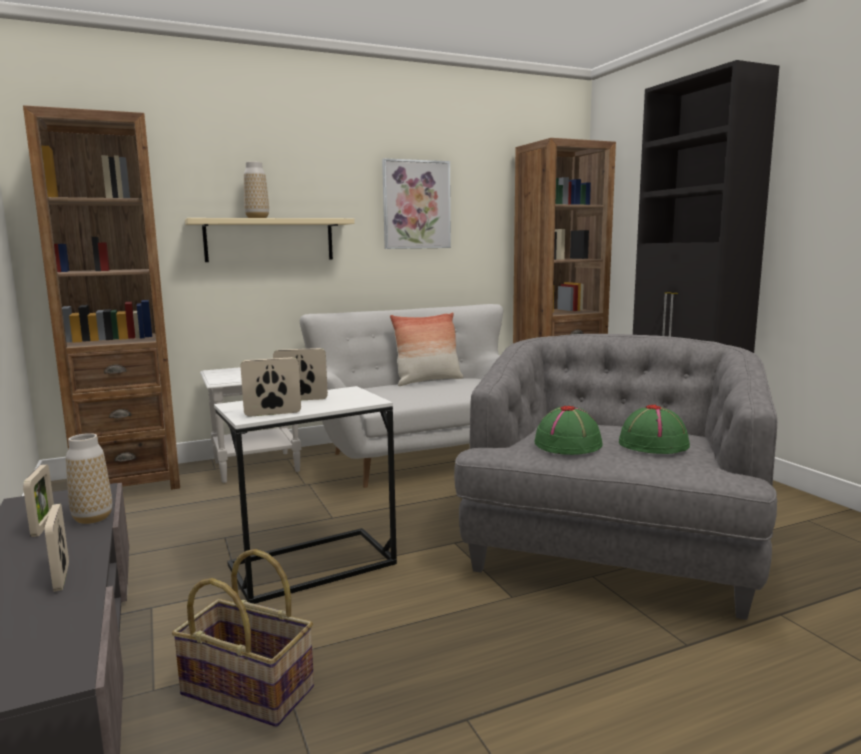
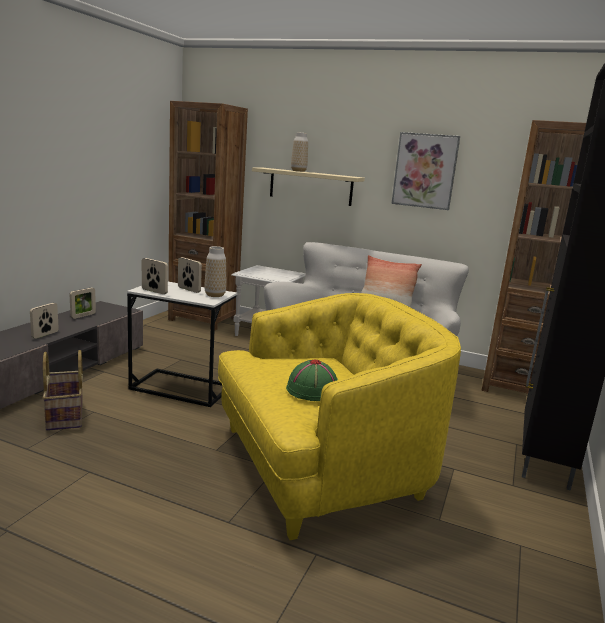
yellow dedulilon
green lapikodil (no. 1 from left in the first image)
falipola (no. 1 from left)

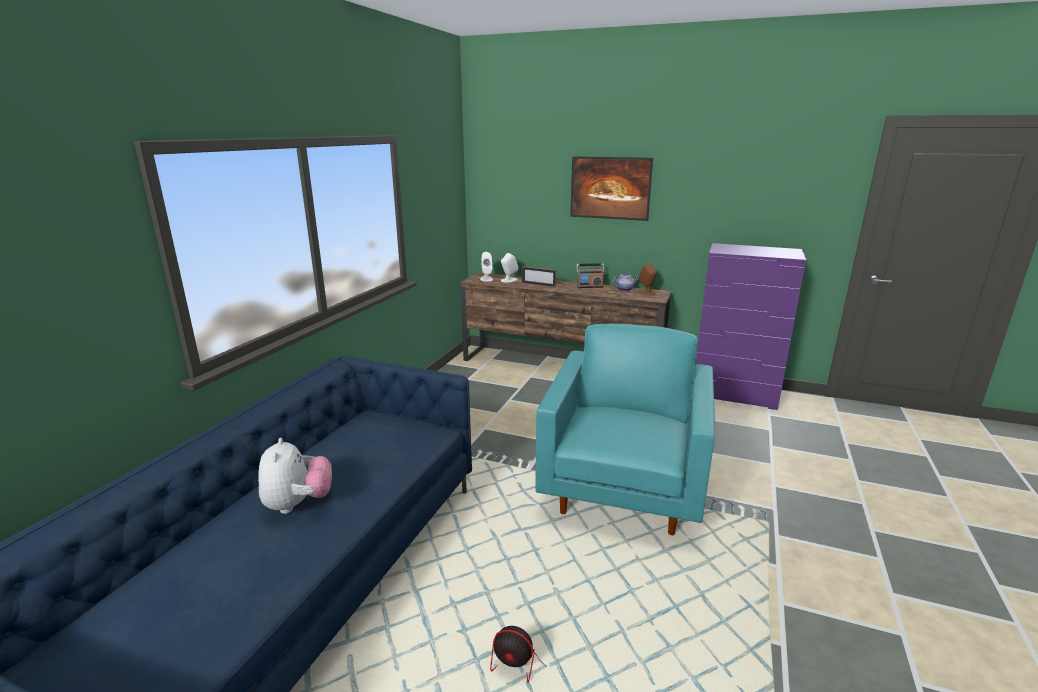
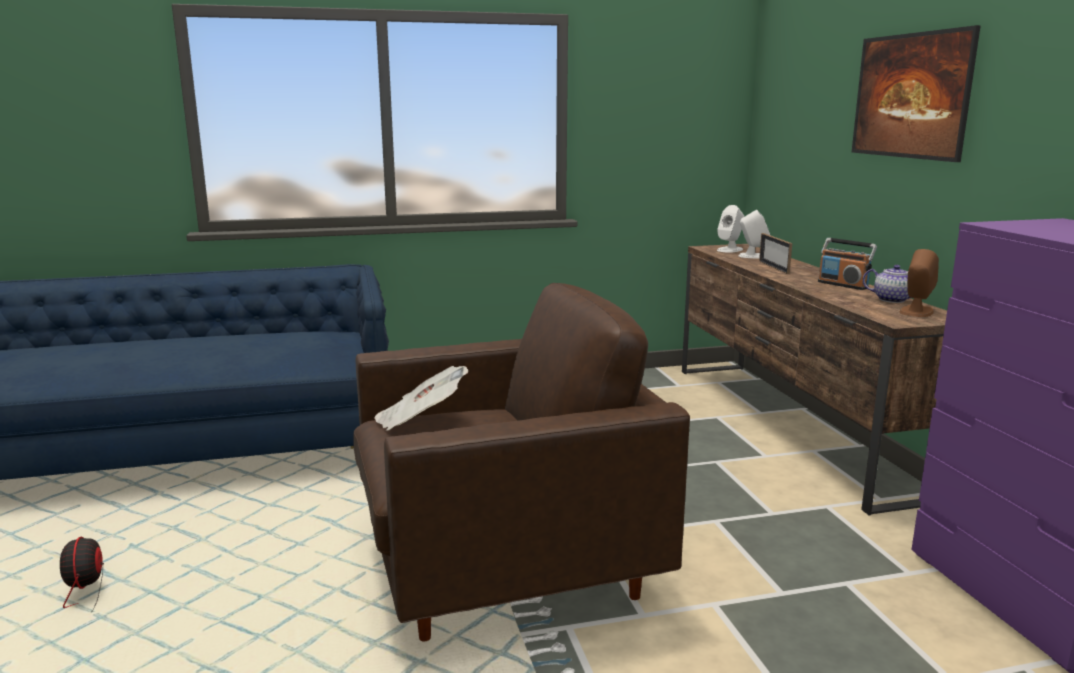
brown dedulilon
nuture
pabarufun

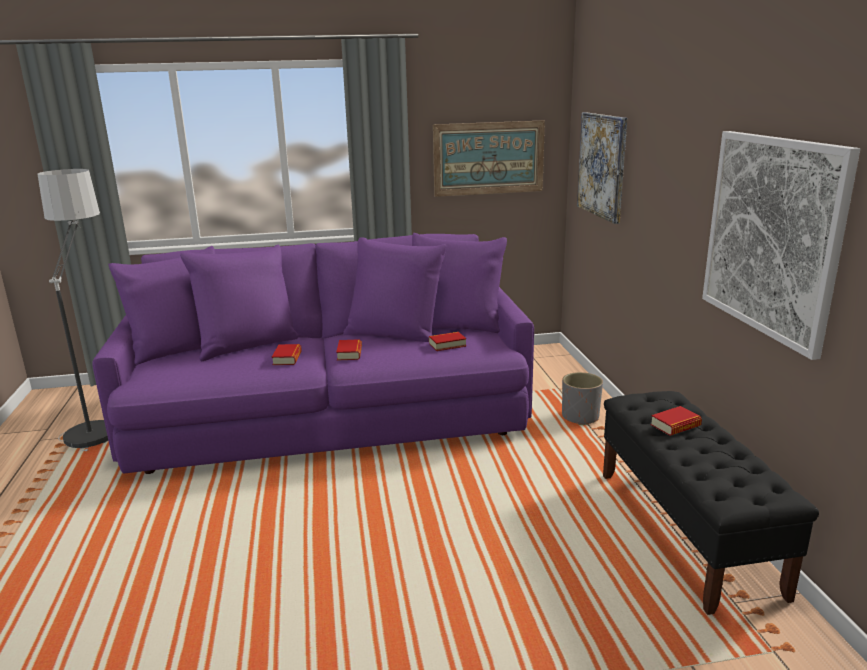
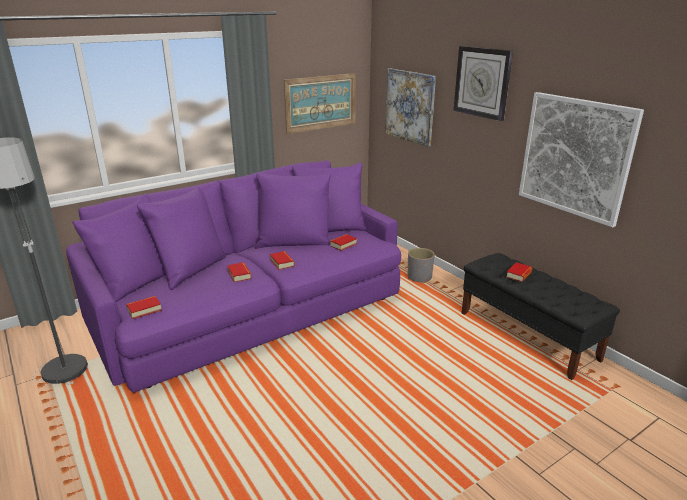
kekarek
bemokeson (no. 1 from left)

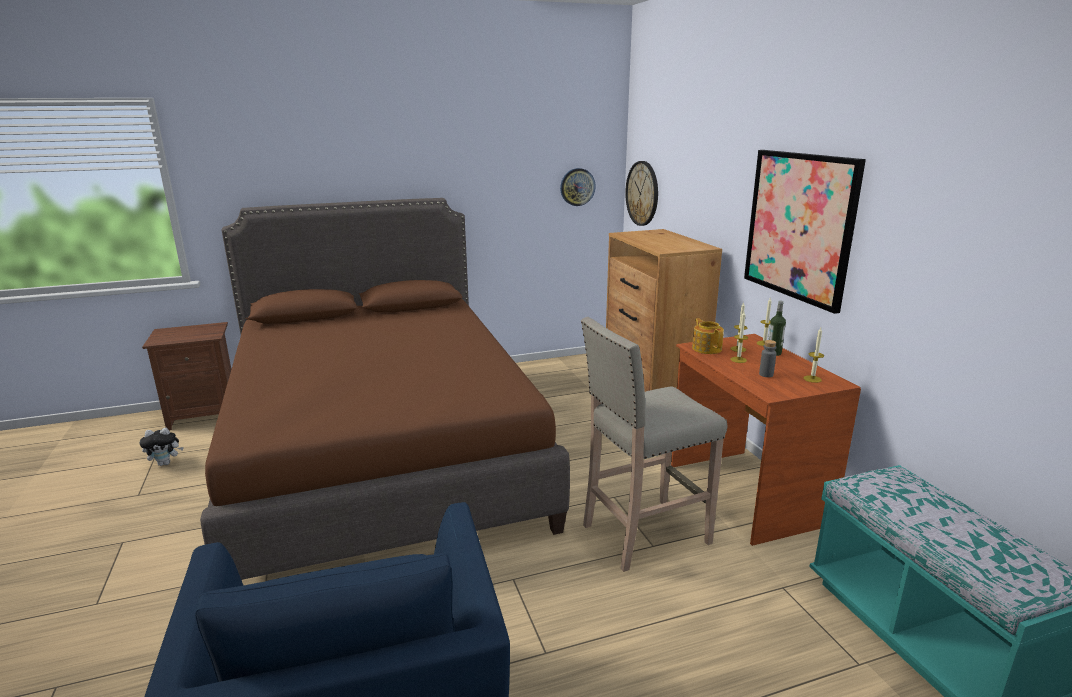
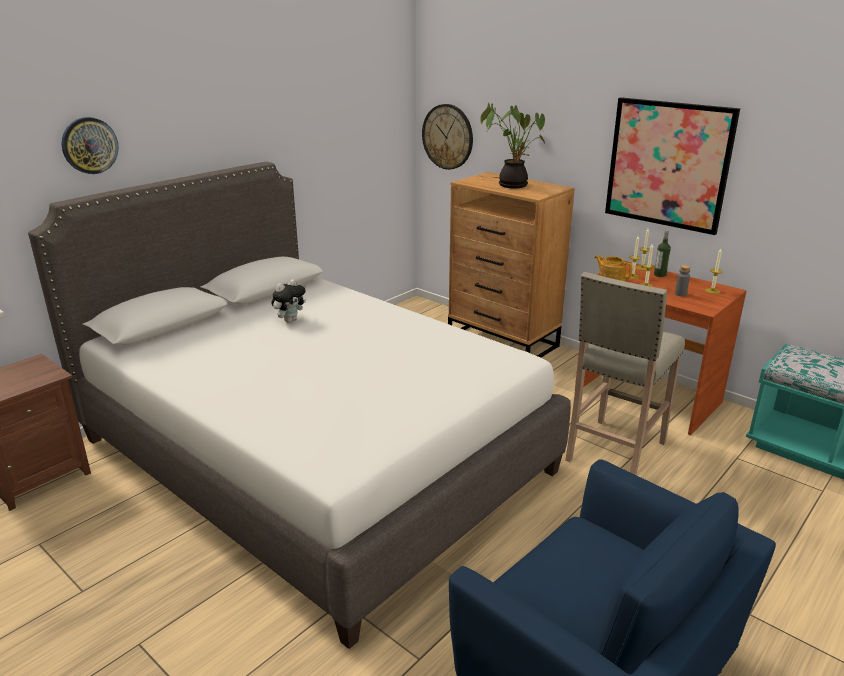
kekarek (no. 1 from left)
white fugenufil
nuture
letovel

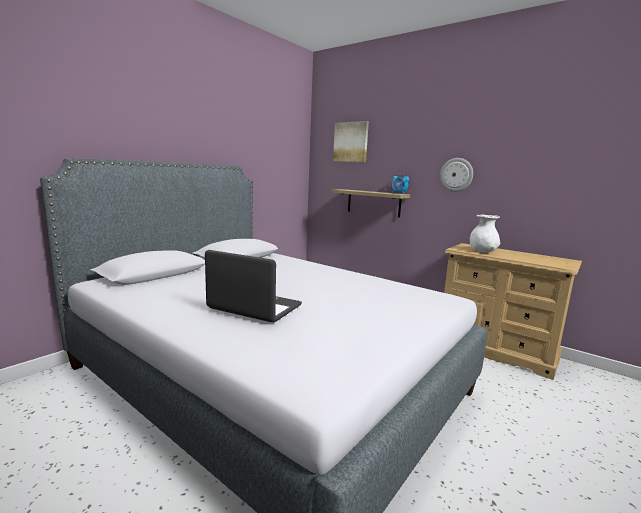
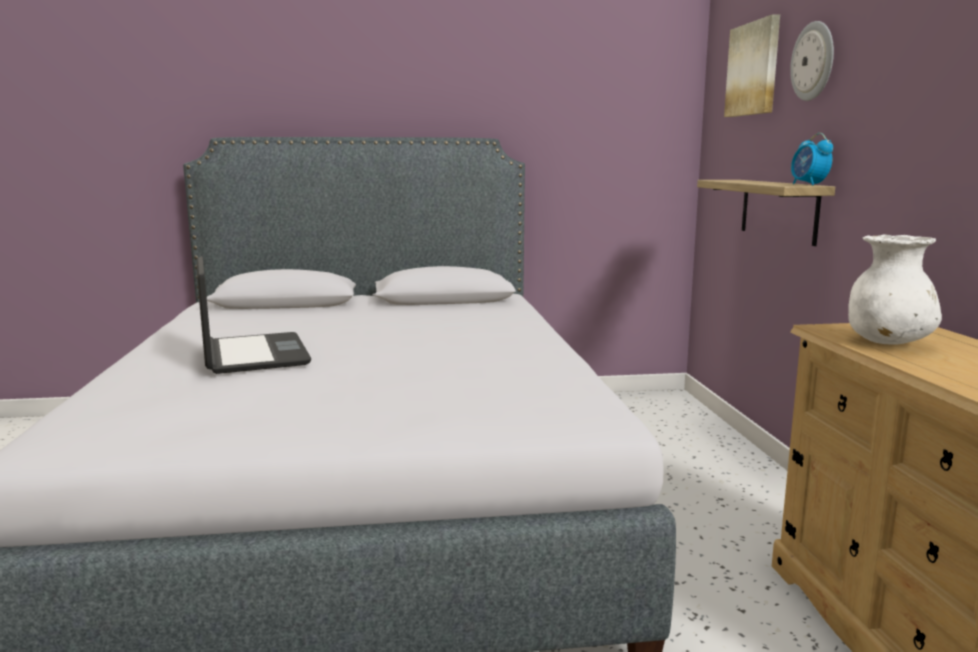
kekarek

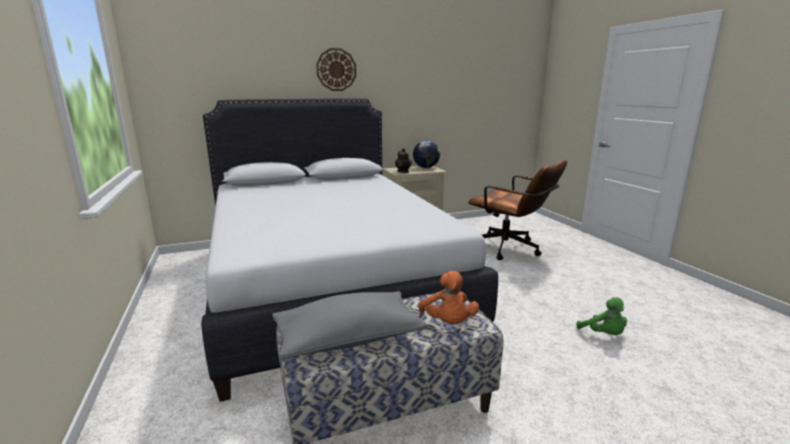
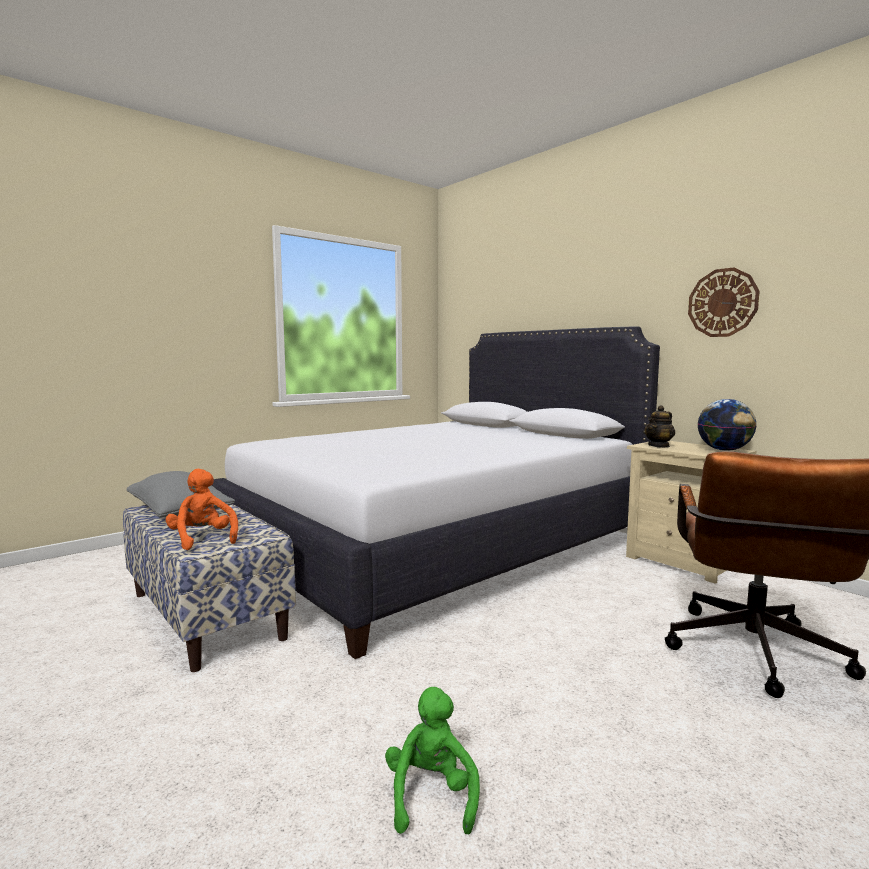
kekarek
orange nuture
green nuture

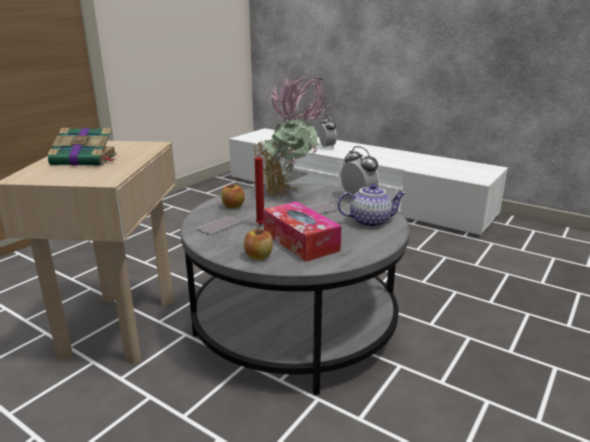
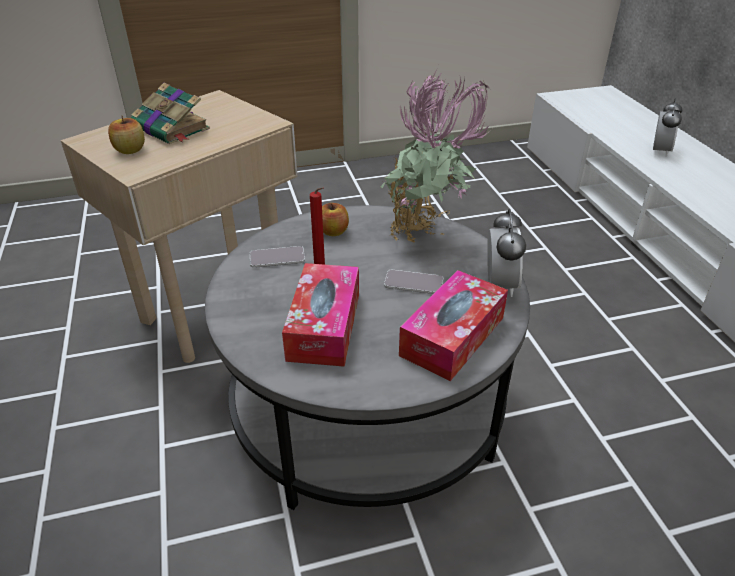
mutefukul (no. 2 from left)
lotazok (no. 1 from left)

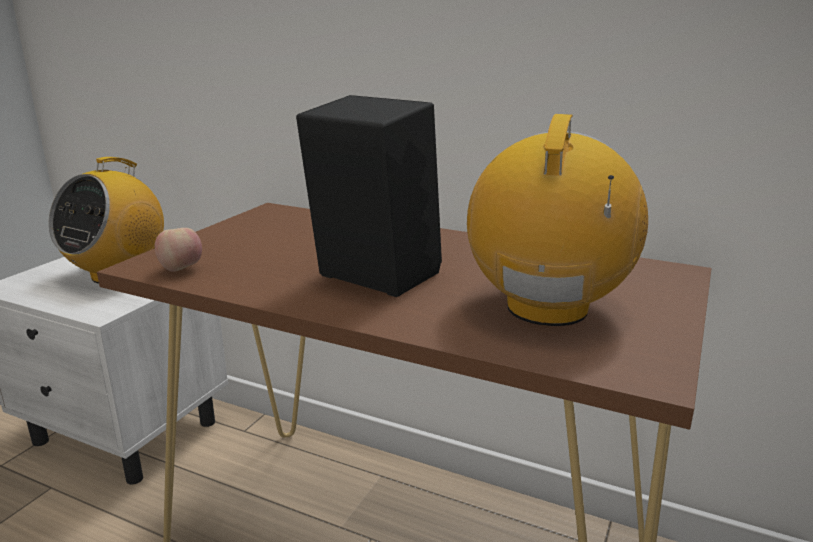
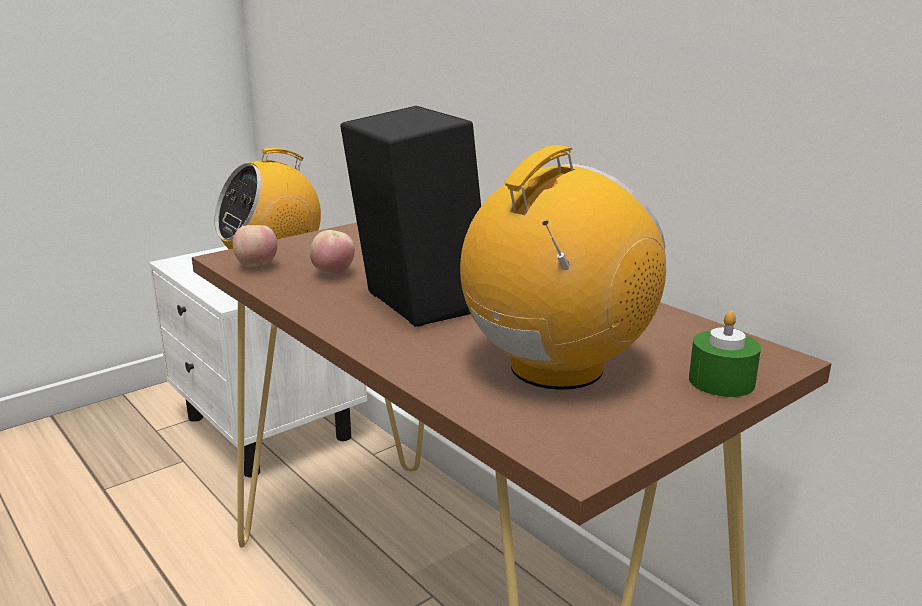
lotazok (no. 2 from left)
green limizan

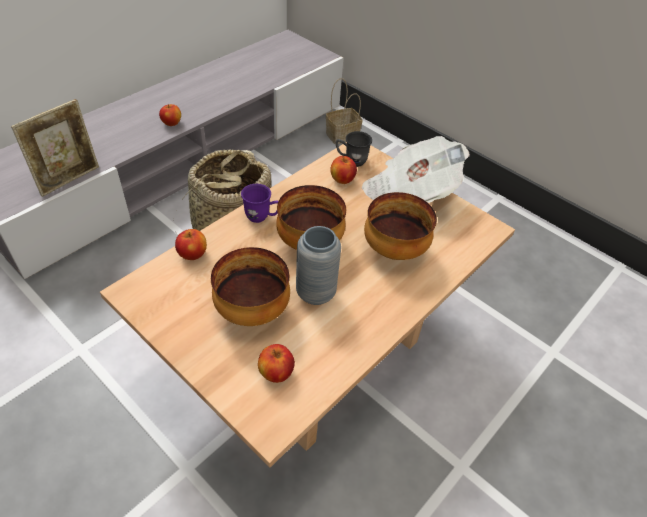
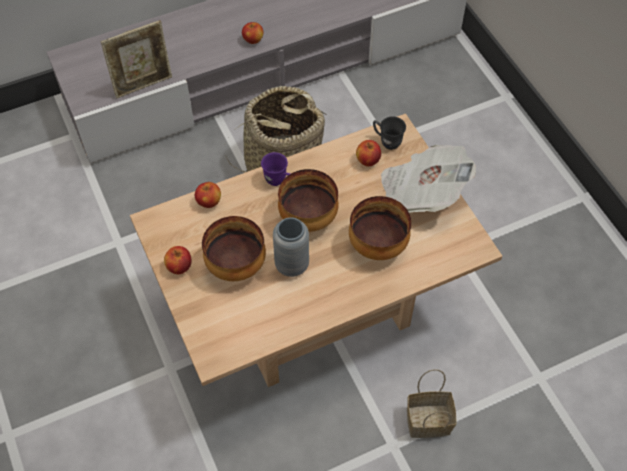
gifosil (no. 2 from left)
lotazok (no. 1 from left)

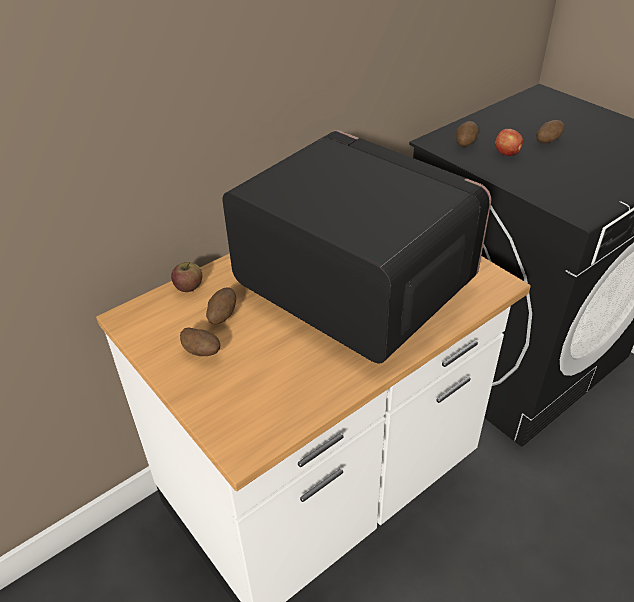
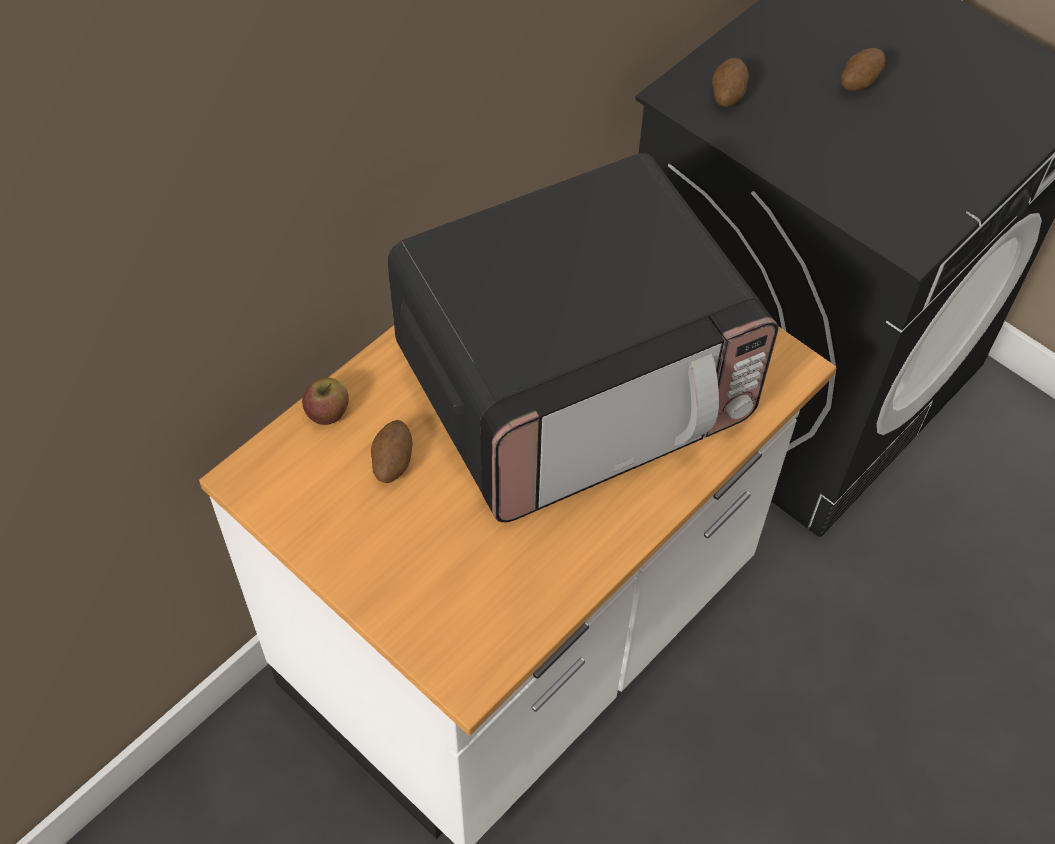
lotazok (no. 2 from left in the first image)
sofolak
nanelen (no. 1 from left in the first image)

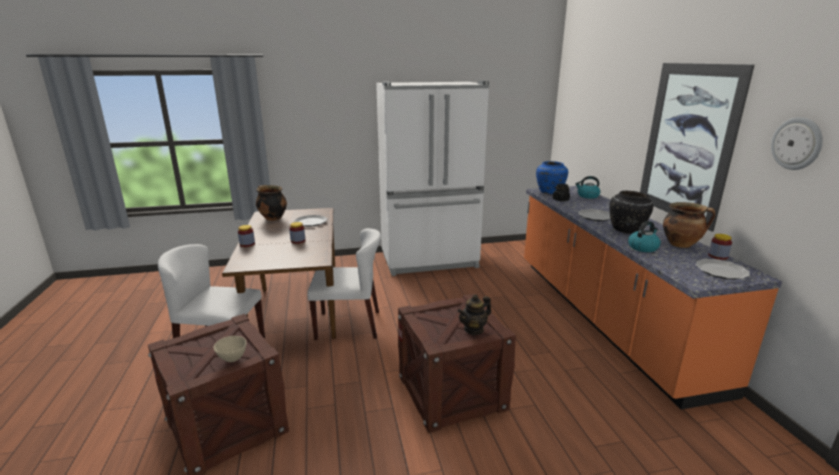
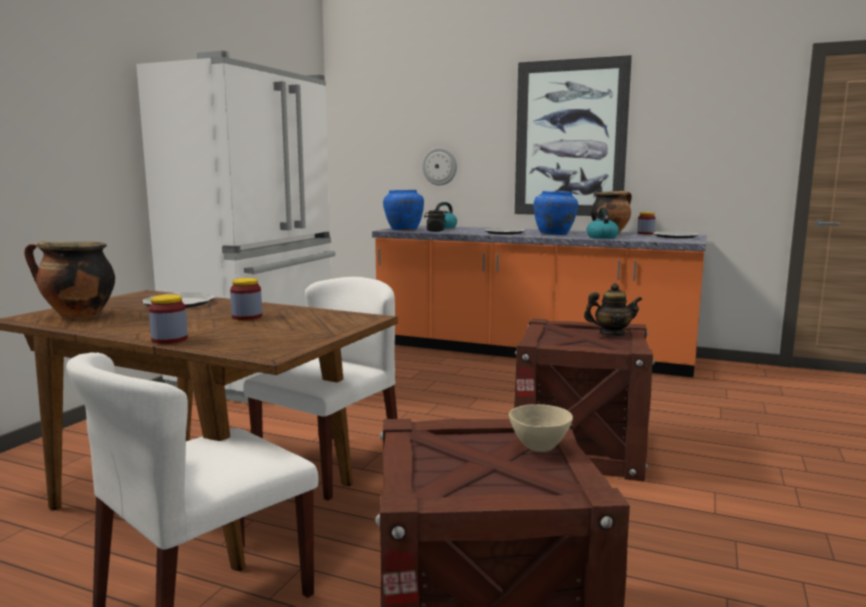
kekarek
blue falipola (no. 2 from left)
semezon

